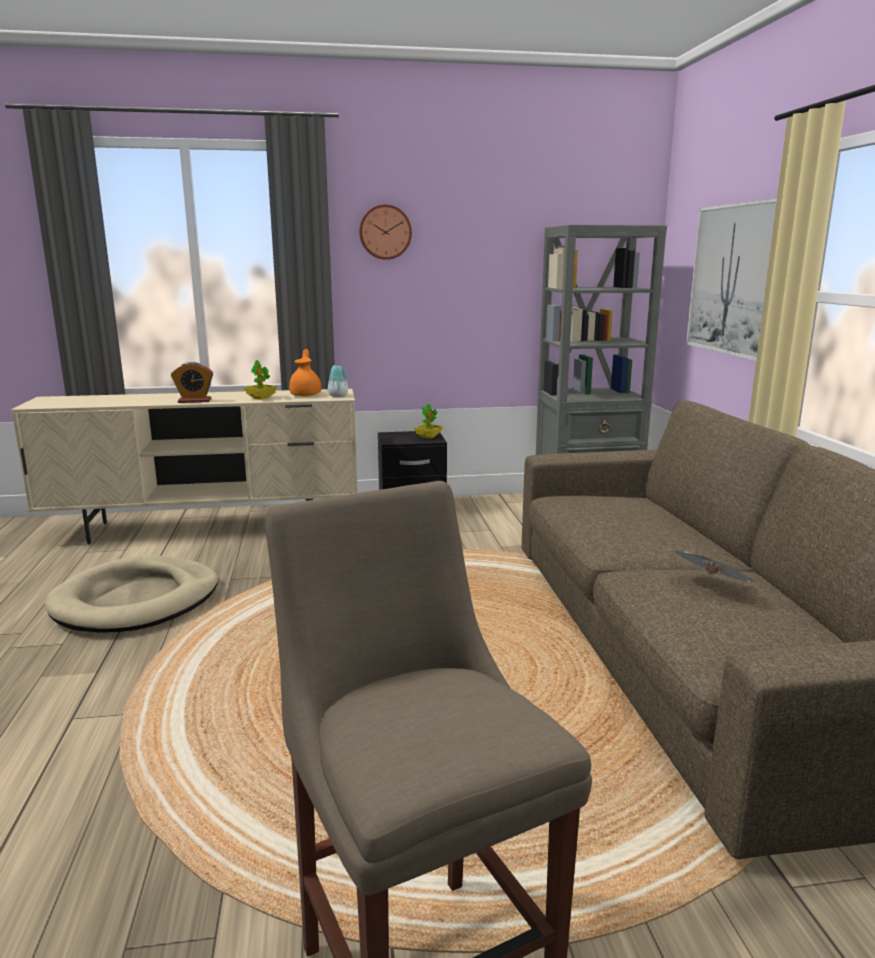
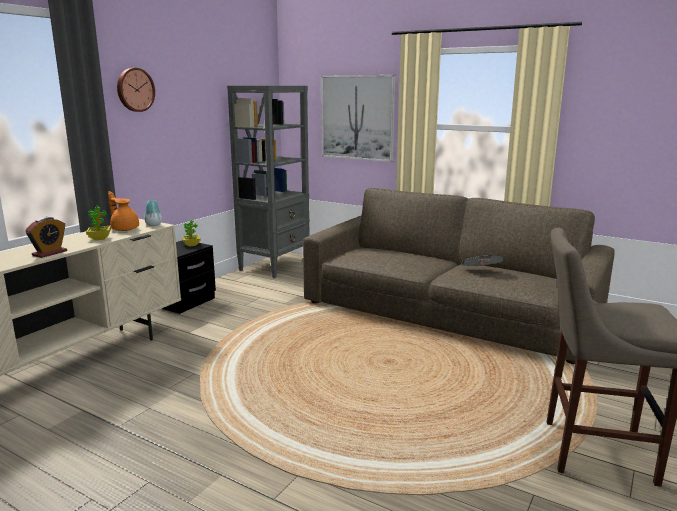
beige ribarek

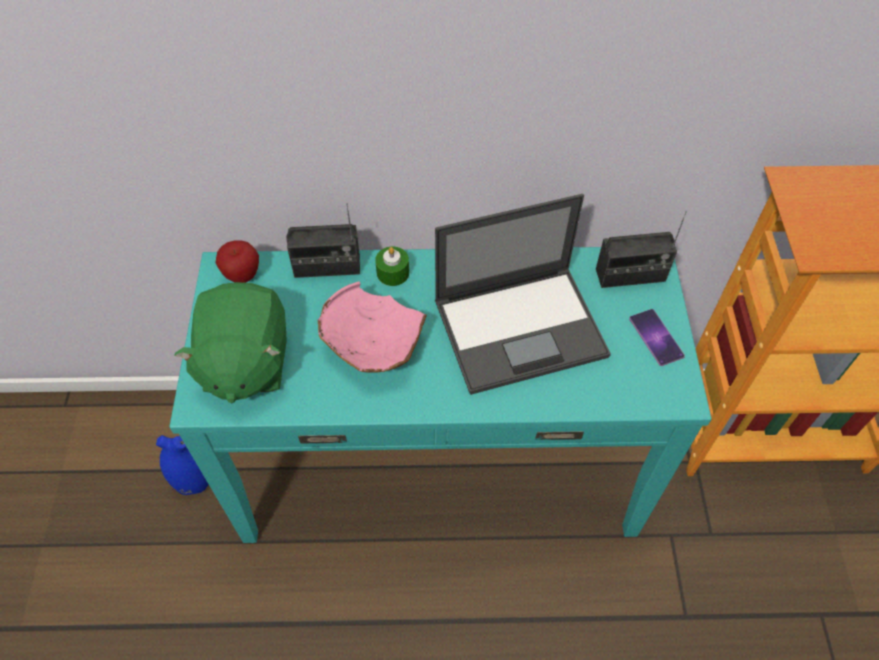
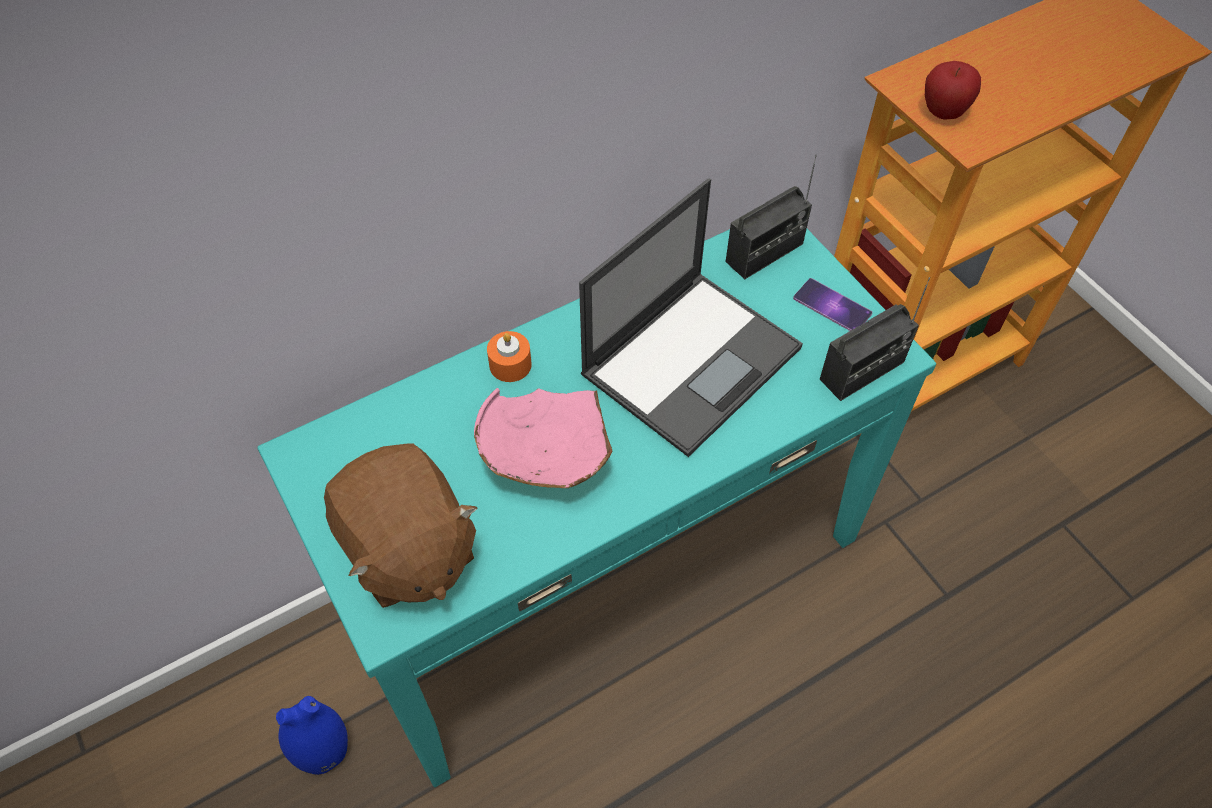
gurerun (no. 2 from left)
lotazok
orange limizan
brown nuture

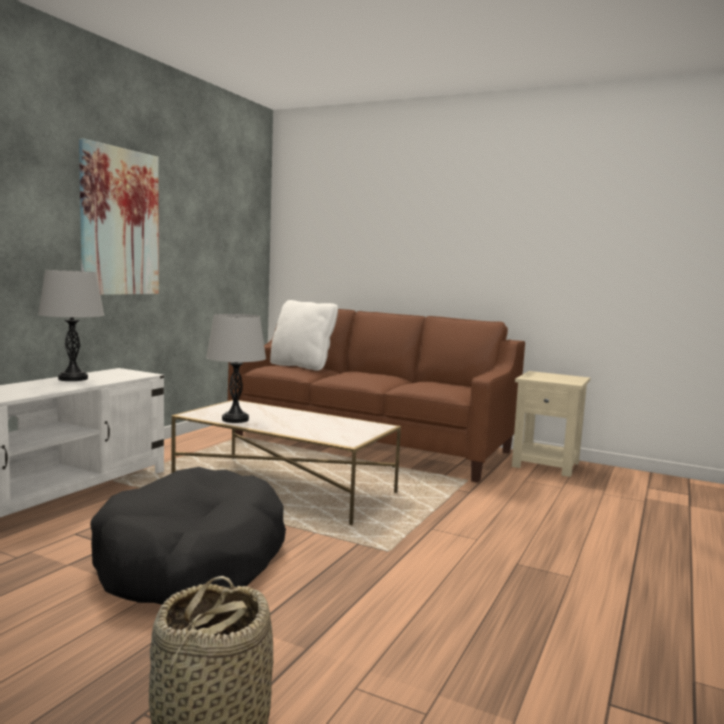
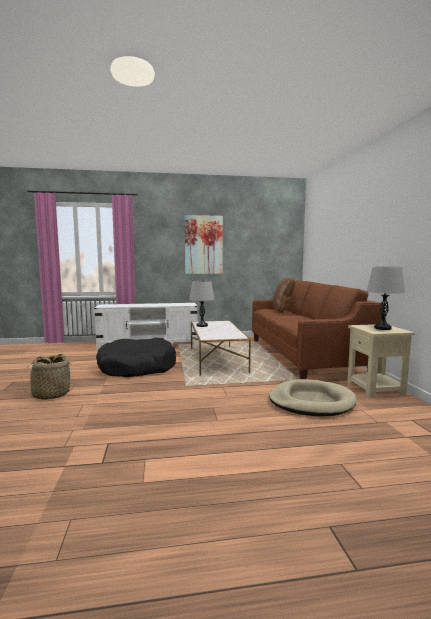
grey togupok (no. 2 from left)
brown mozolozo
beige ribarek

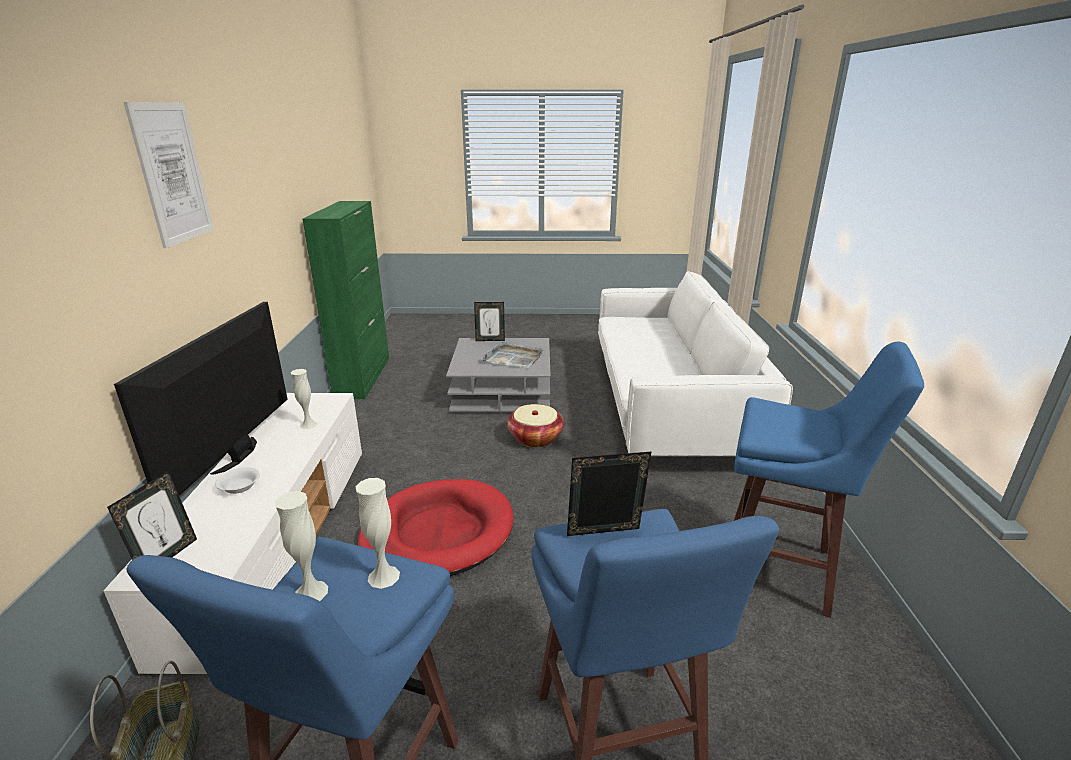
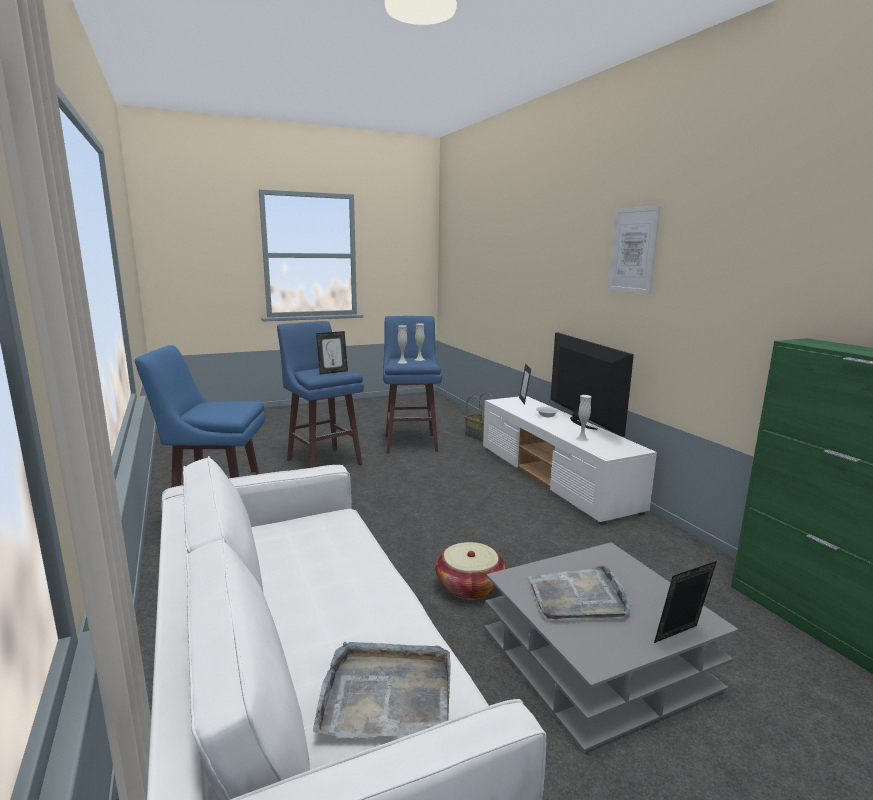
red ribarek
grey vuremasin (no. 1 from left)

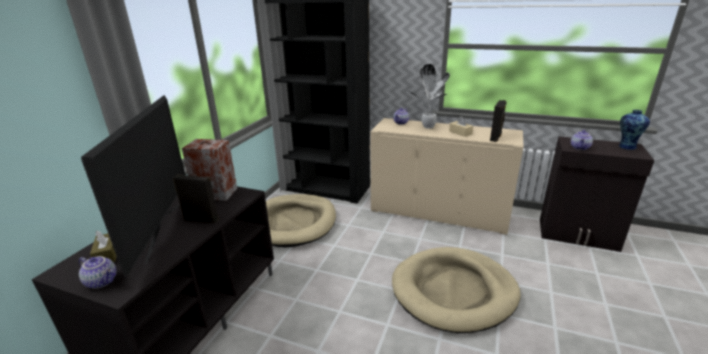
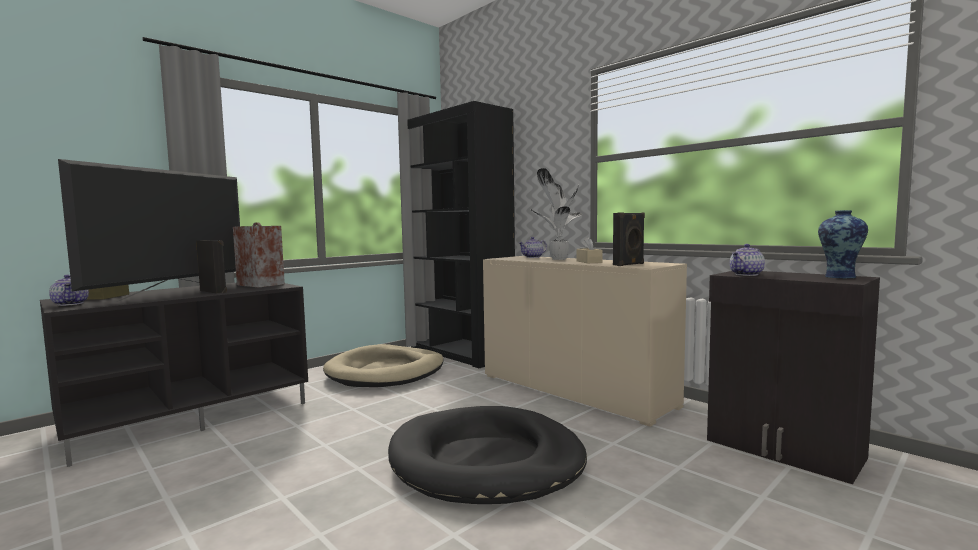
black ribarek

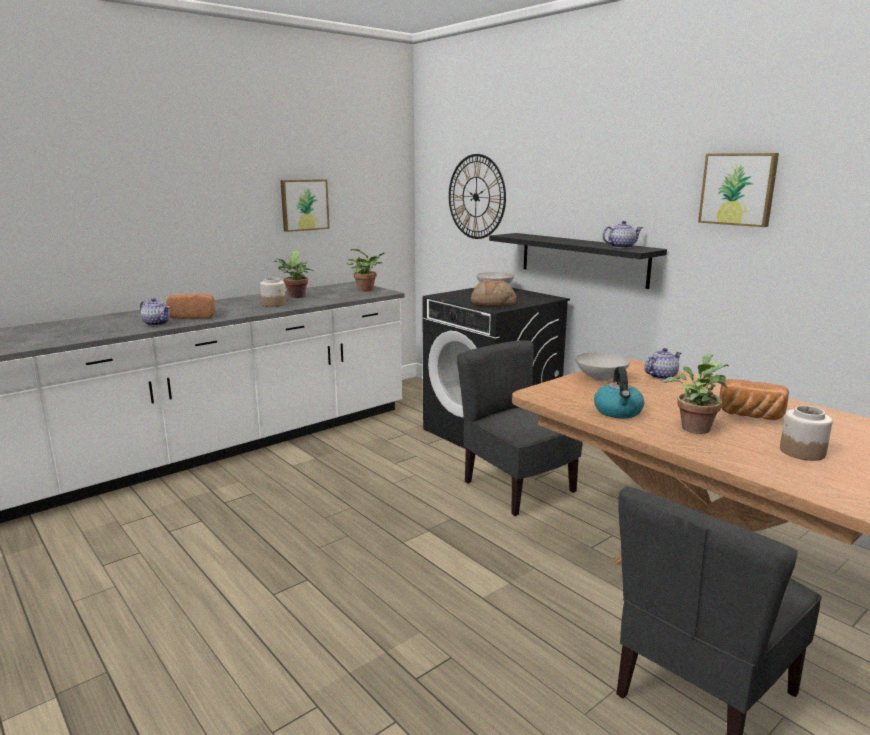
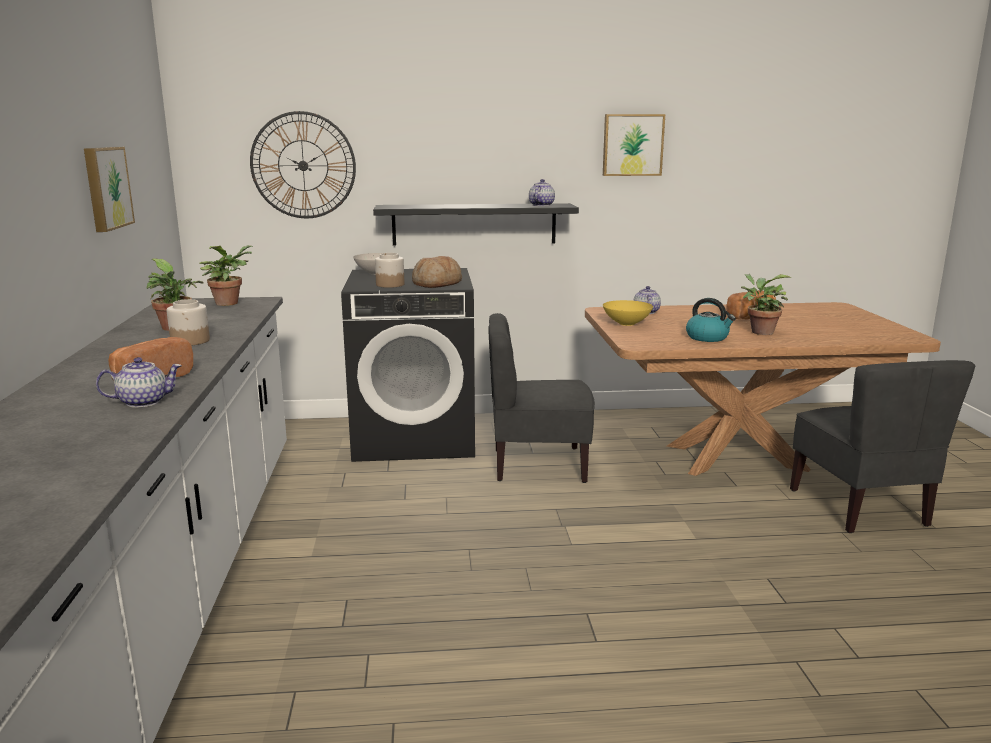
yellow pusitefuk
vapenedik (no. 2 from left)

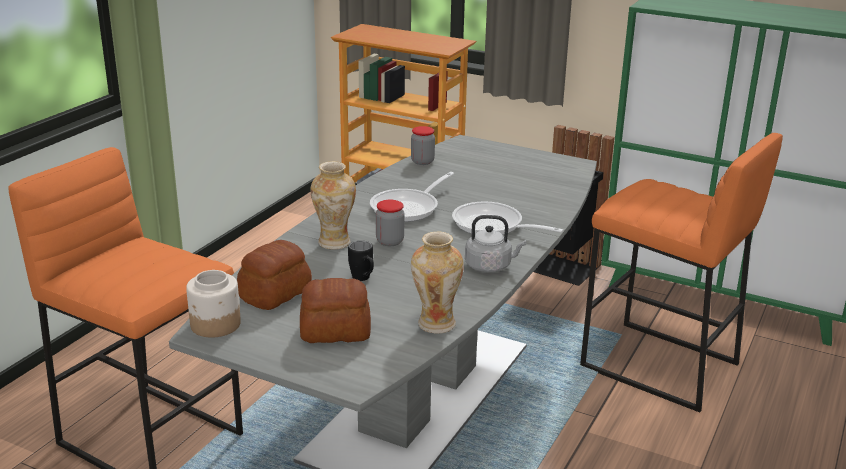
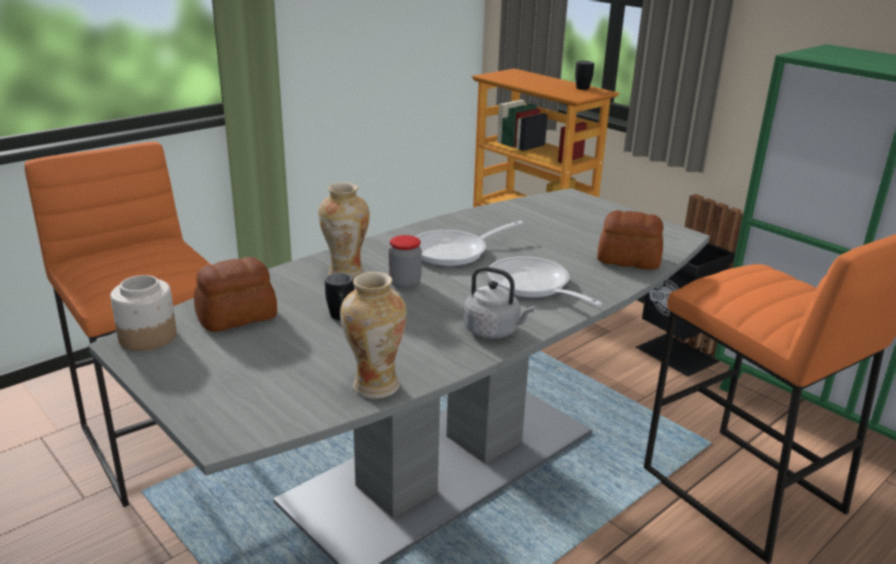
vapenedik (no. 3 from left in the first image)
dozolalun (no. 2 from left)
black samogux (no. 2 from left)

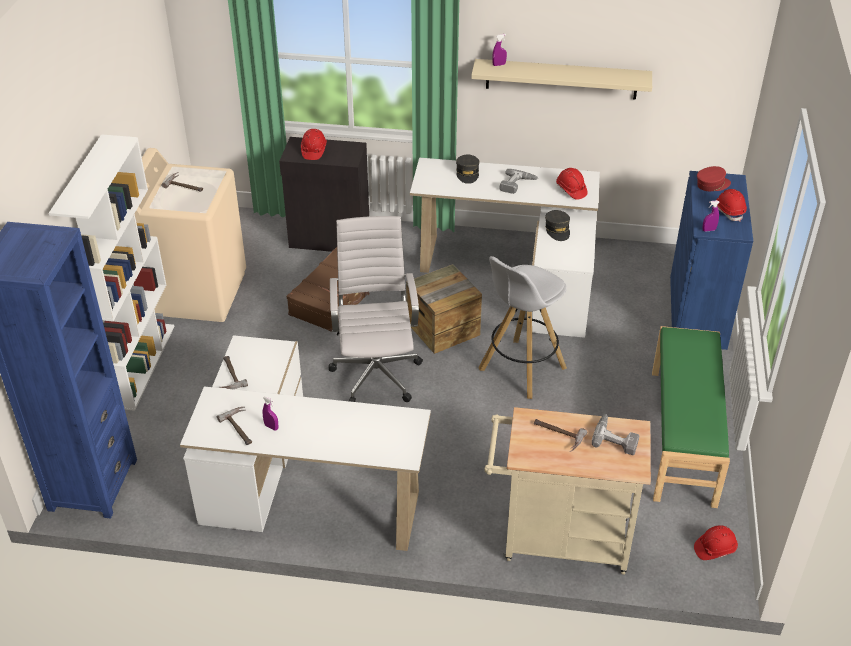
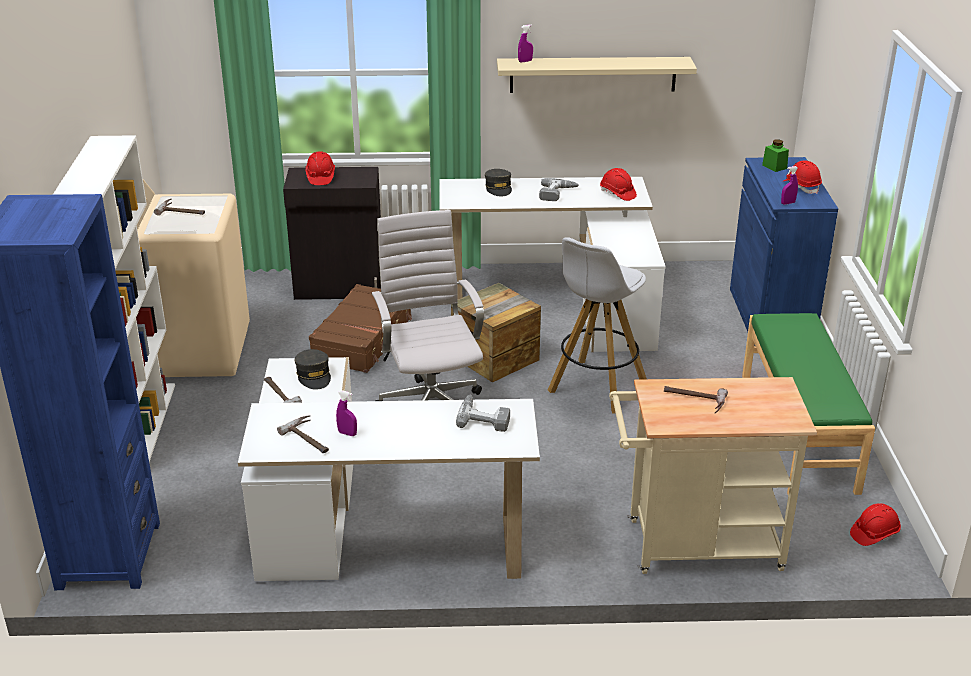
green vapenedik
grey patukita (no. 1 from left)
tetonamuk (no. 1 from left)

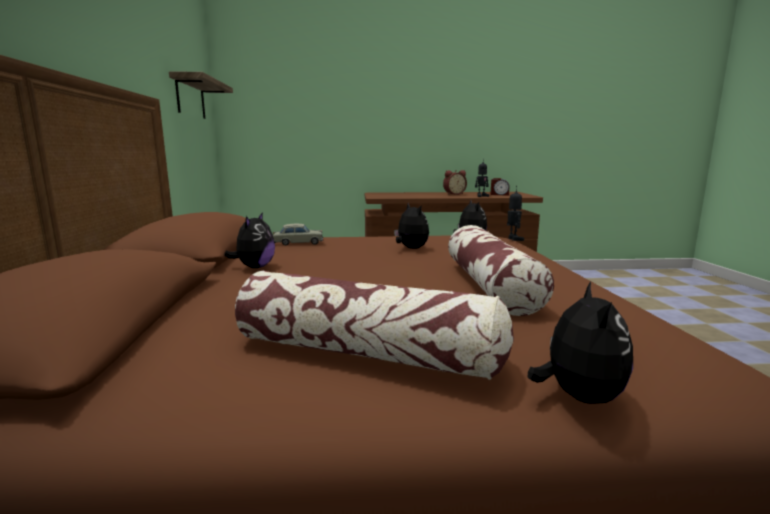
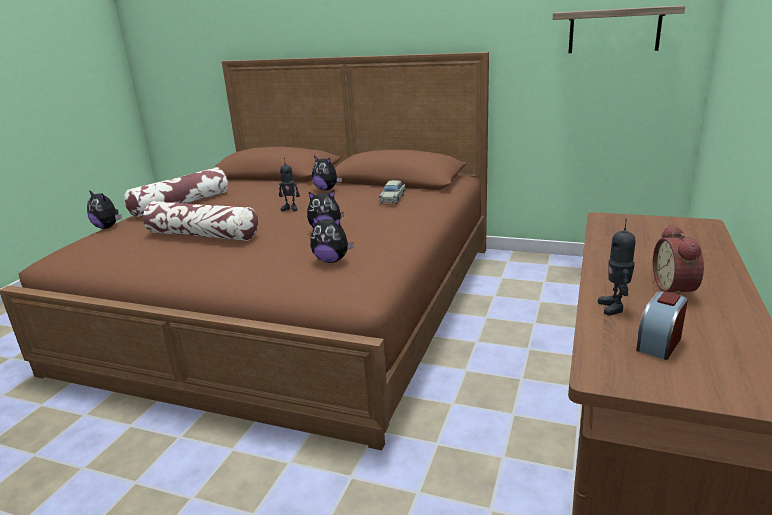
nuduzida (no. 1 from left)

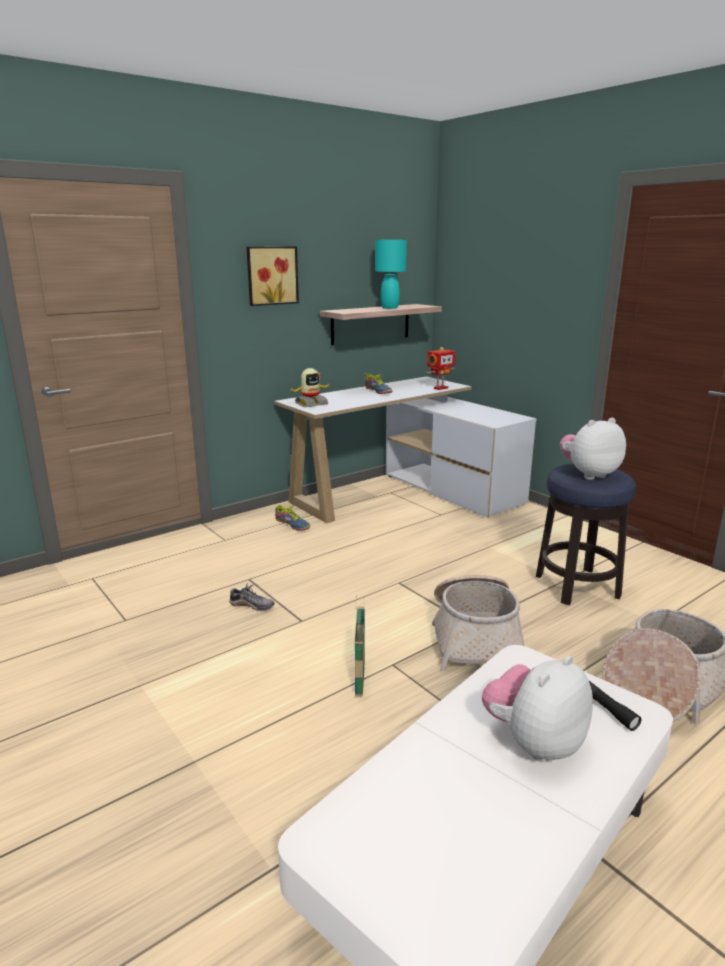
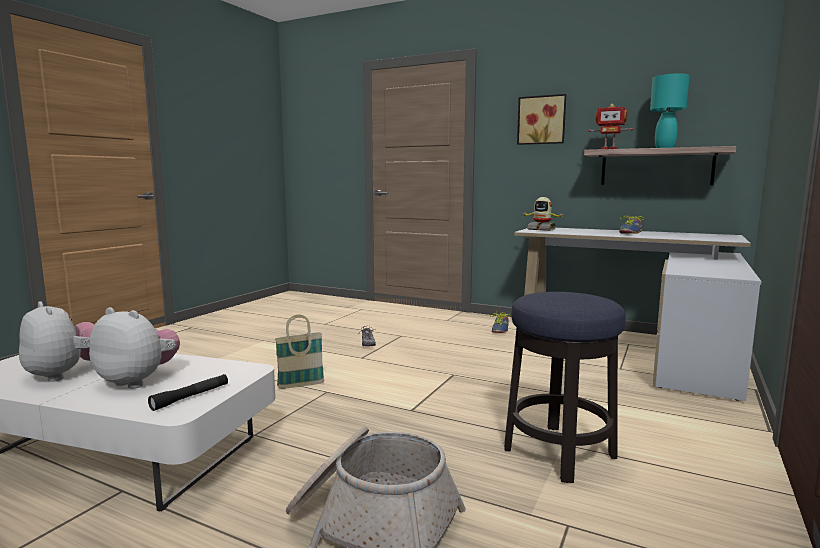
nuduzida (no. 2 from left)
nuture (no. 1 from left)
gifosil (no. 2 from left in the first image)

